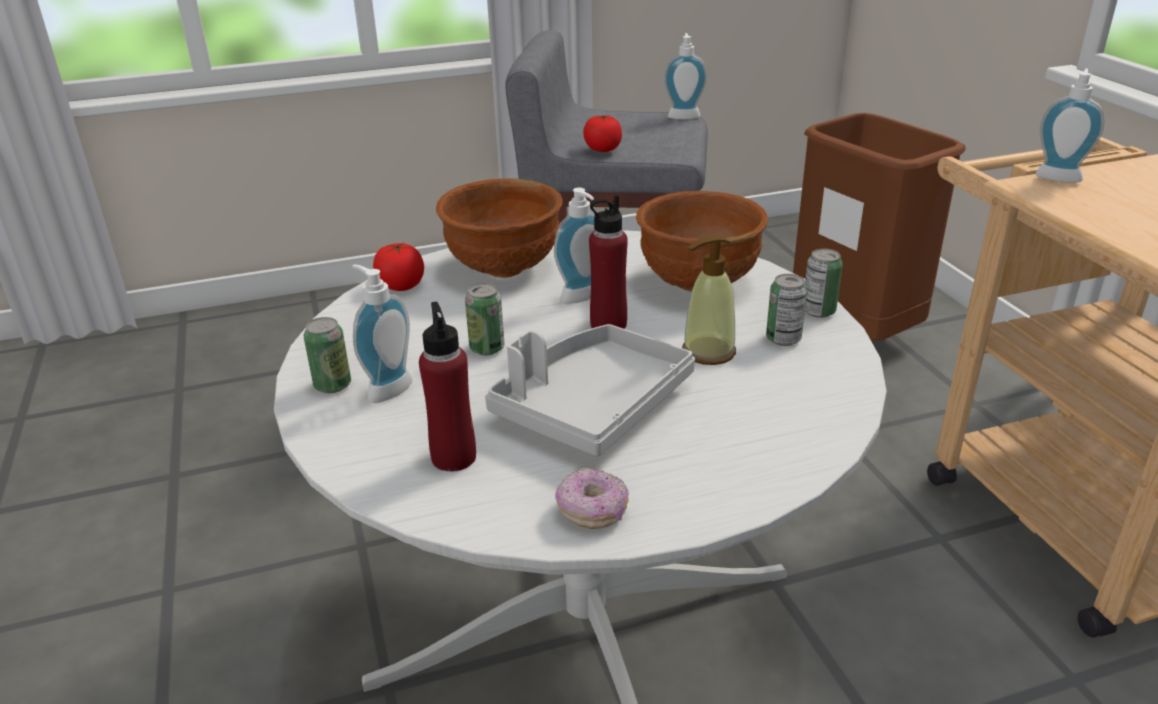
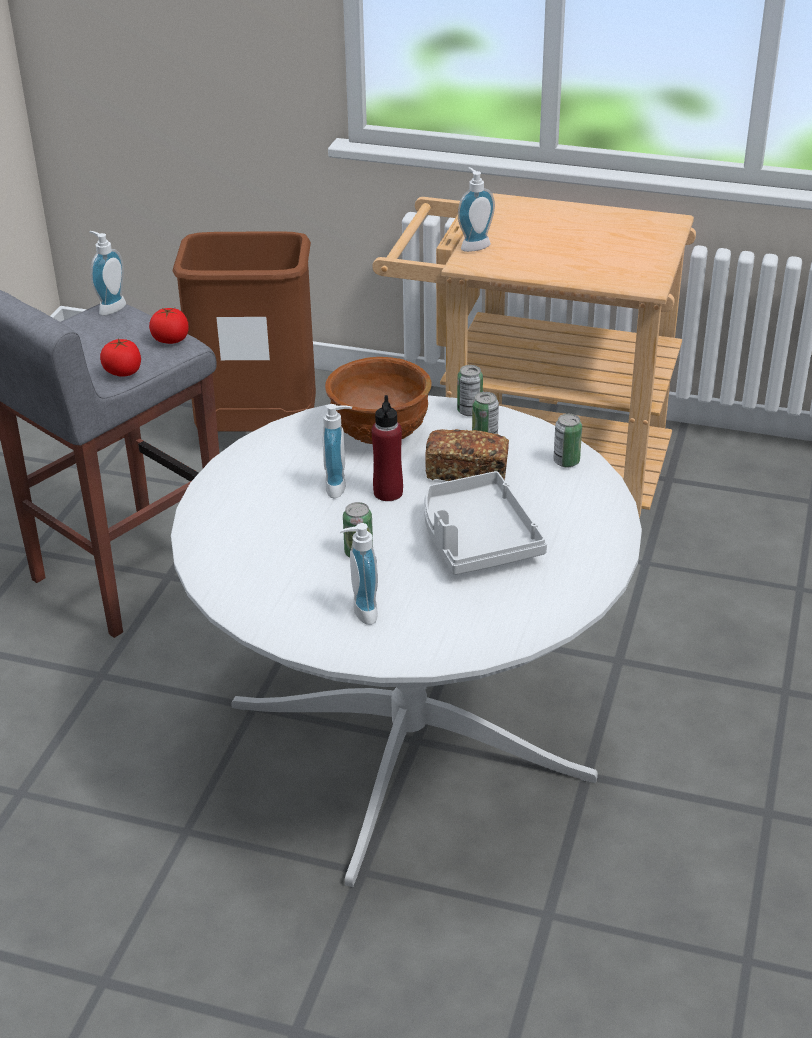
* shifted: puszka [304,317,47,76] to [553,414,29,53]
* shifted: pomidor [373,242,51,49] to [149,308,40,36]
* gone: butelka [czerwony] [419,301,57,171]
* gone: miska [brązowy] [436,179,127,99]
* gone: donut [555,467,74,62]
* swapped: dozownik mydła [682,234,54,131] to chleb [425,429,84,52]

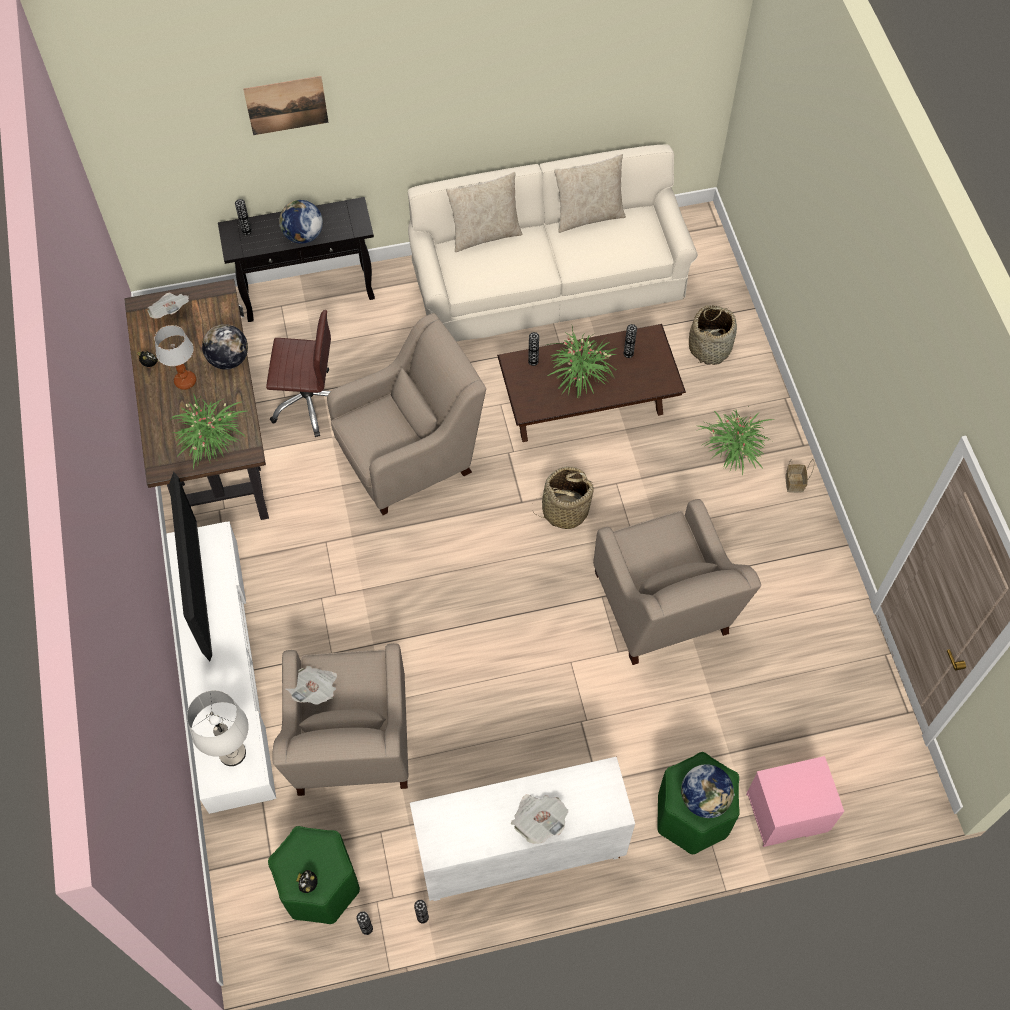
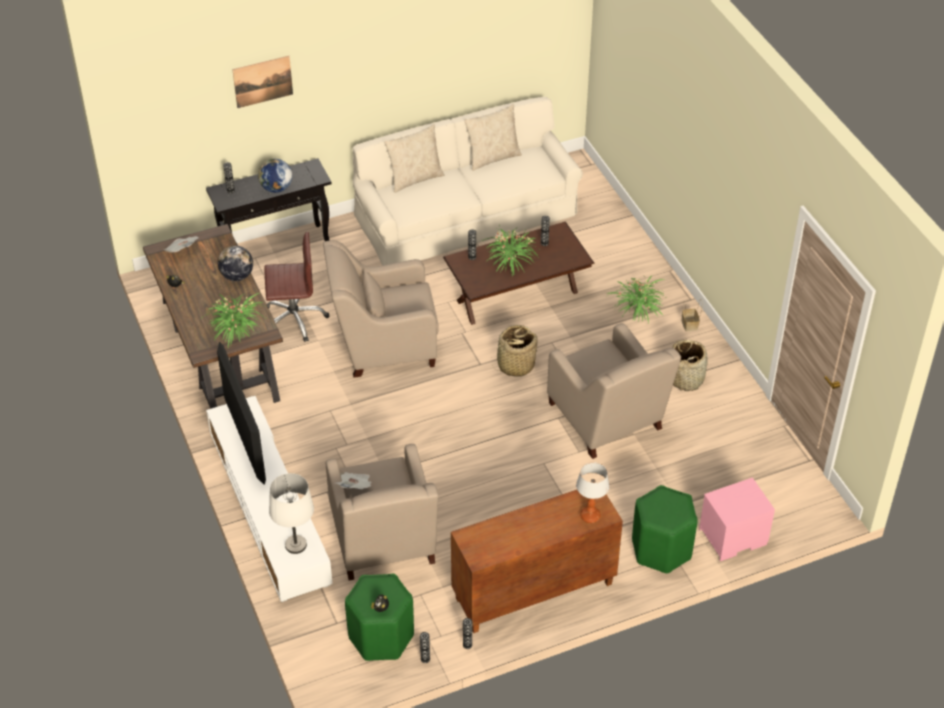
* shifted: lampa stołowa [154,325,42,65] to [576,462,34,61]
* rotated: fotel [beżowy] [327,313,159,202] = [323,240,116,137] 150 degrees counterclockwise
* repainted: szafka [biały] [410,757,225,144] to szafka [brązowy] [451,490,172,143]
* gone: gazeta [511,794,57,50]
* gone: globus [681,764,53,54]
* shifted: koszyk [689,305,48,60] to [672,340,36,51]

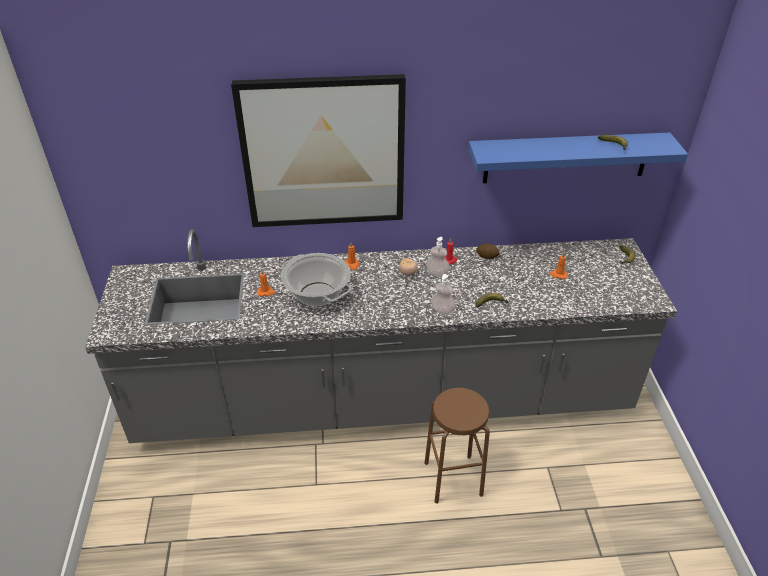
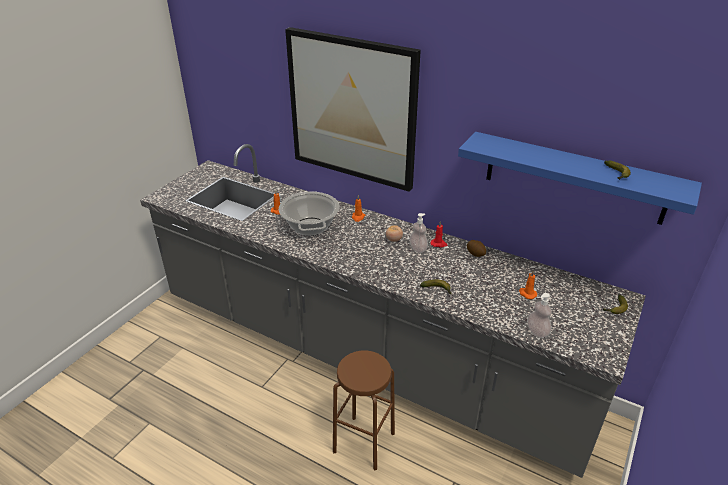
* shifted: dozownik mydła [431,274,25,41] to [527,293,25,45]

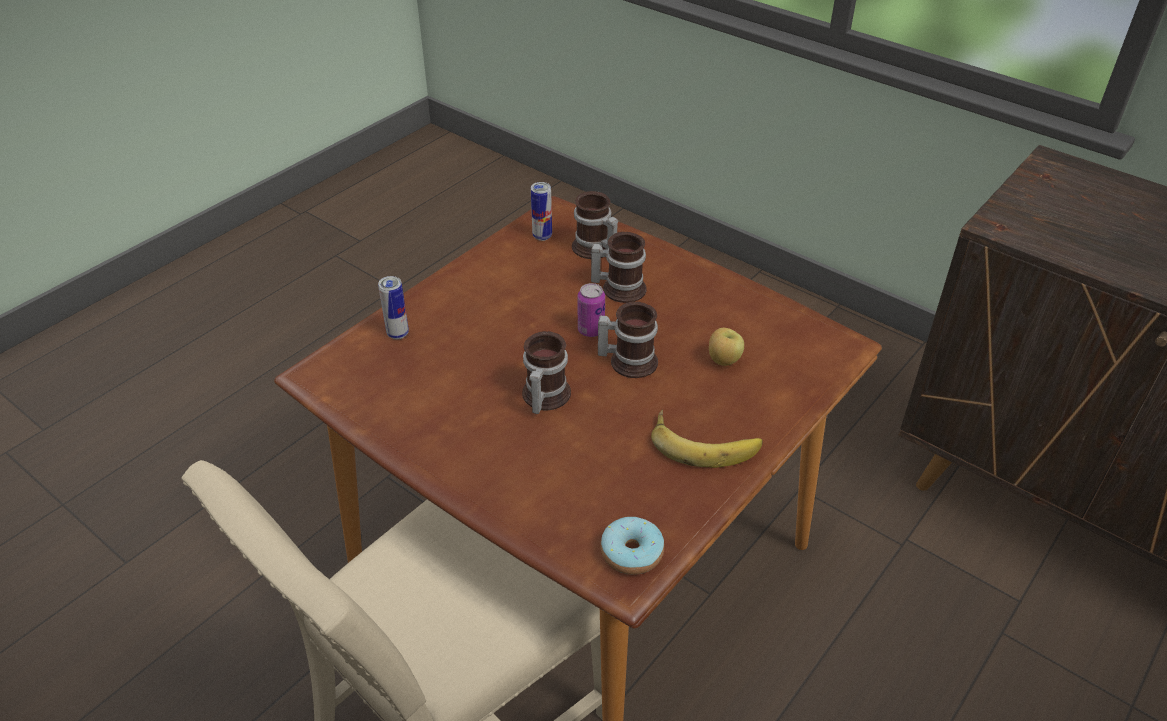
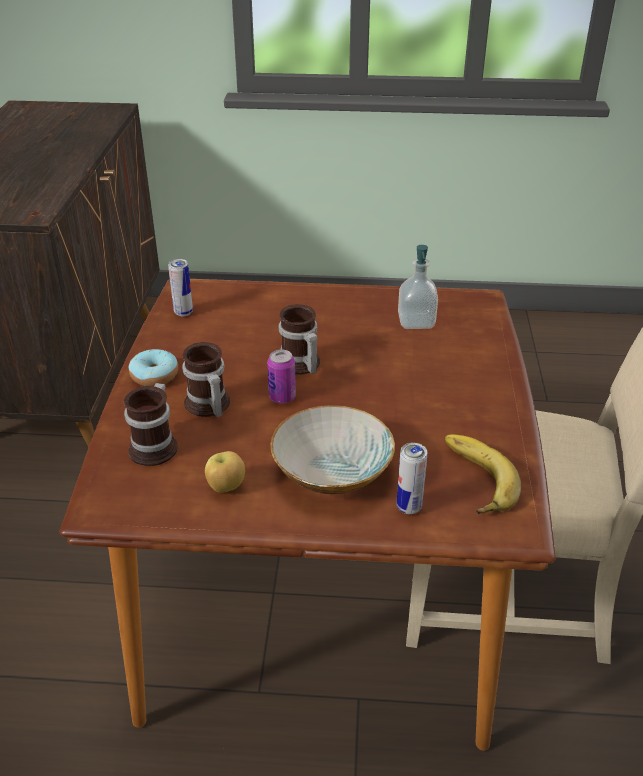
* gone: kubek [522,331,49,83]
* shifted: puszka [531,182,21,59] to [168,259,25,57]
* shifted: donut [600,517,64,58] to [128,349,50,37]
* shifted: banan [651,409,112,59] to [445,434,76,80]
* shifted: jabłko [709,328,35,38] to [205,451,40,42]
* new: miska [270,405,125,90]
* new: dozownik mydła [398,245,40,84]

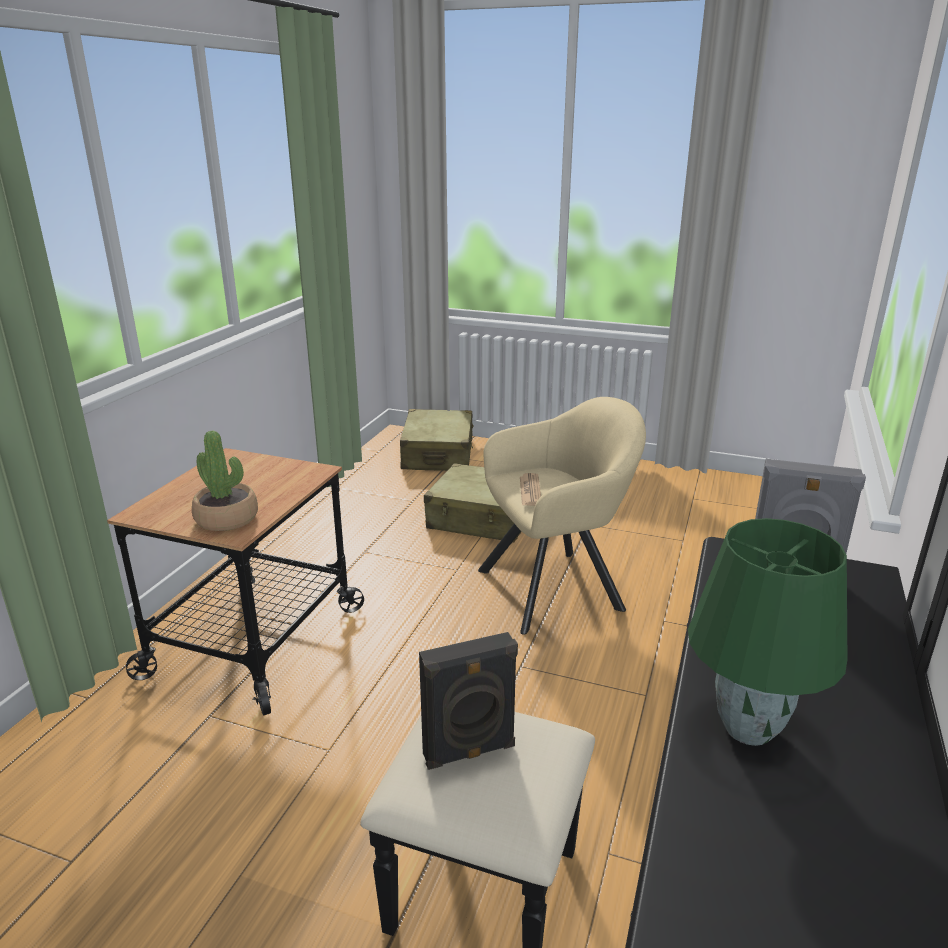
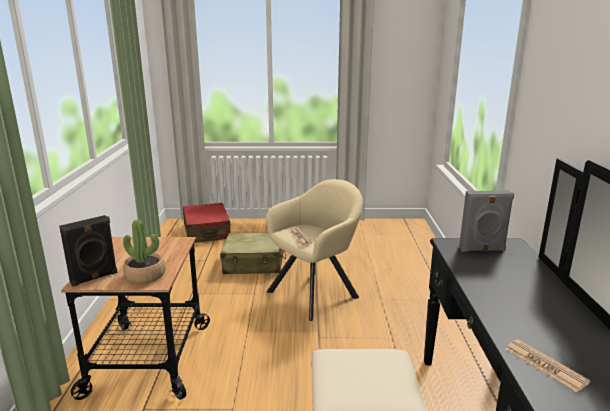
* repainted: walizka [beżowy] [400,409,74,62] to walizka [czerwony] [183,203,47,40]
* shifted: głośnik [czarny] [419,632,99,138] to [59,215,59,72]
* gone: lampa stołowa [zielony] [688,518,159,228]
* new: gazeta [505,339,86,54]

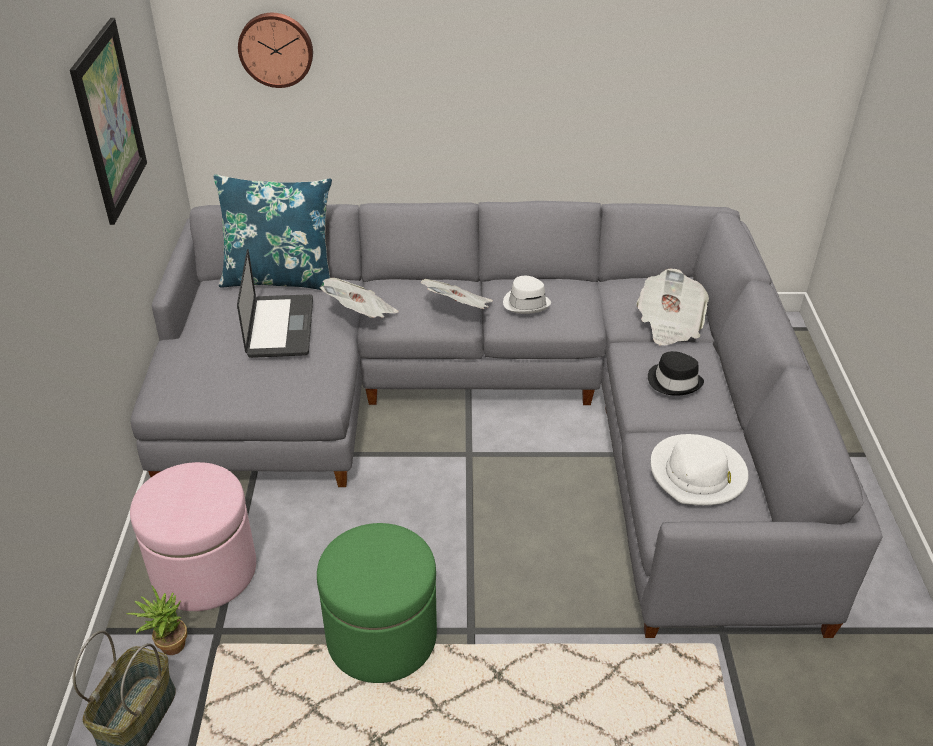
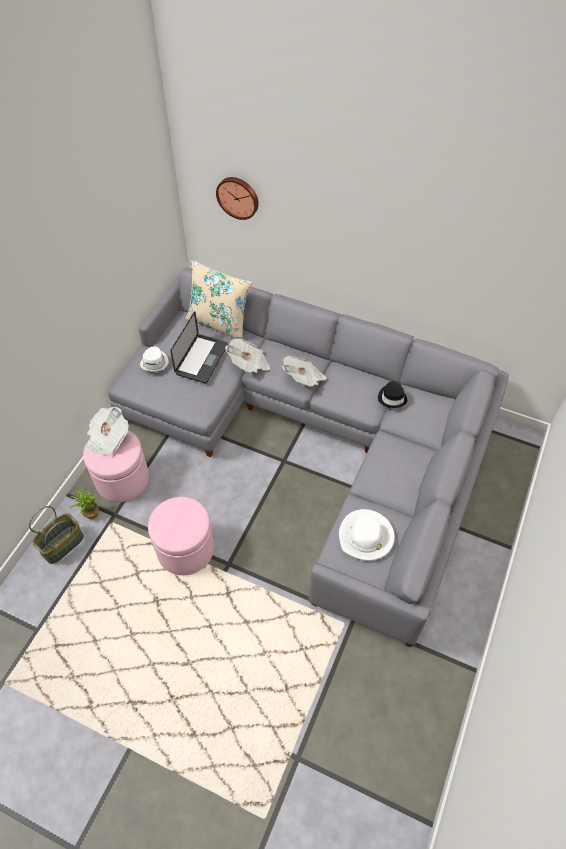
* gone: obraz [70,18,77,207]
* repainted: poduszka [niebieski] [214,174,118,116] to poduszka [beżowy] [185,259,67,80]
* repainted: pufa [zielony] [317,523,120,160] to pufa [różowy] [148,497,66,78]
* shifted: kapelusz [biały] [503,276,48,38] to [140,346,29,26]
* shifted: gazeta [637,269,72,76] to [86,407,43,49]
* shifted: kapelusz [czarny] [648,351,56,45] to [378,381,29,27]

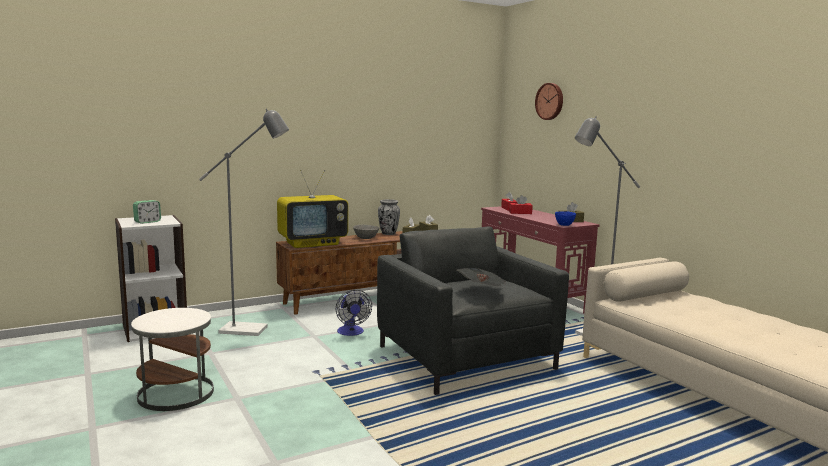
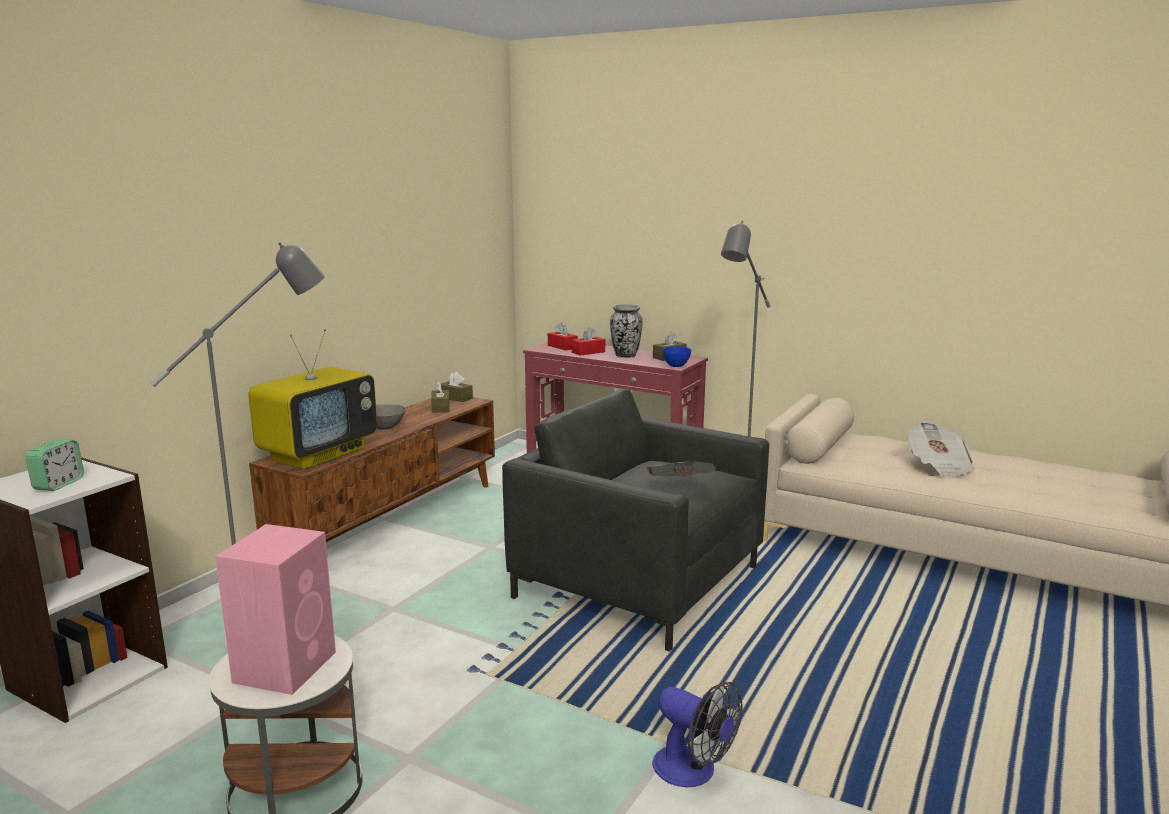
* shifted: wentylator [336,290,36,46] to [652,682,91,105]
* shifted: wazon [378,199,22,36] to [610,304,33,54]
* gone: zegar ścienny [535,83,28,37]
* new: głośnik [różowy] [215,524,121,171]
* new: gazeta [908,421,67,58]

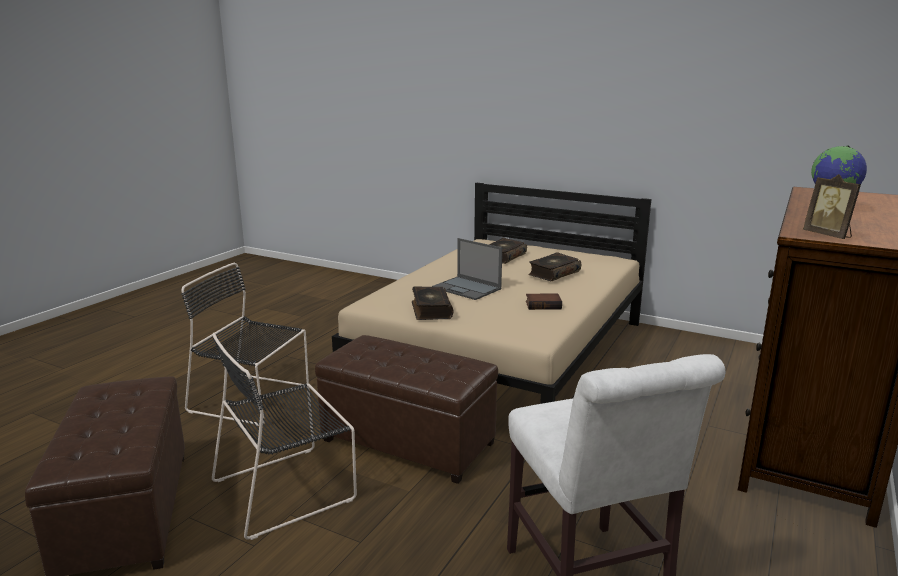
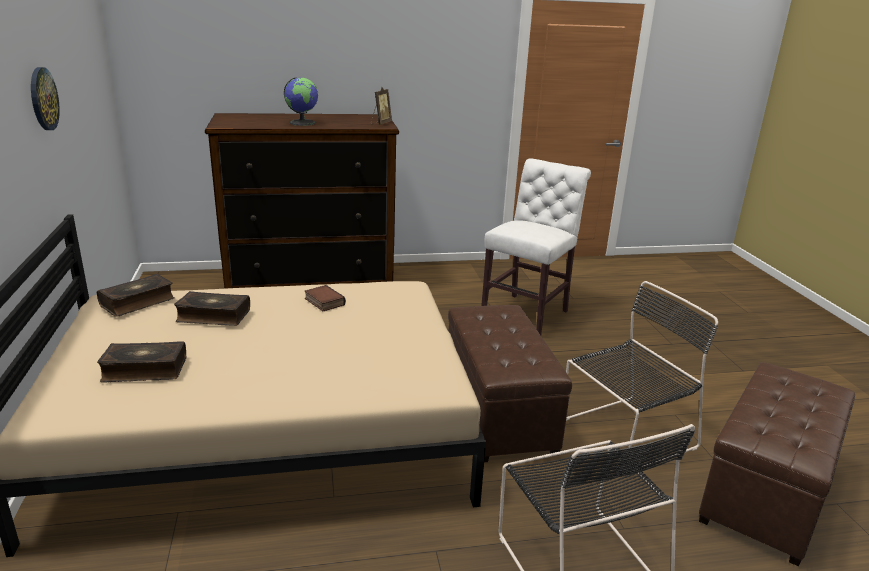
* rotated: krzesło [czarny] [212,333,145,207] = [566,281,152,185] 45 degrees counterclockwise
* shifted: książka [412,286,41,34] to [97,274,78,43]
* gone: laptop [432,238,70,62]
* new: zegar ścienny [31,67,29,63]

